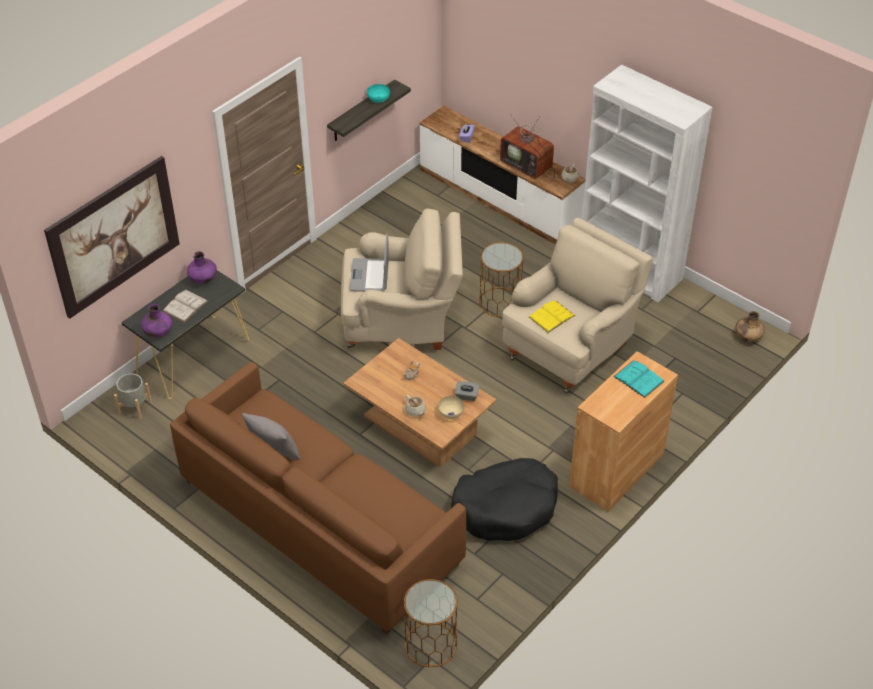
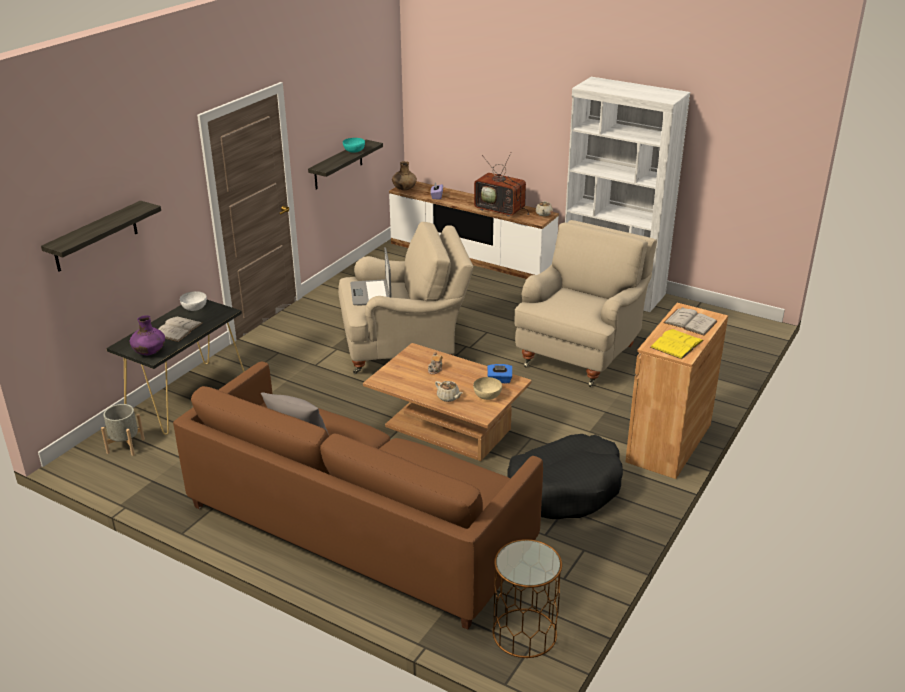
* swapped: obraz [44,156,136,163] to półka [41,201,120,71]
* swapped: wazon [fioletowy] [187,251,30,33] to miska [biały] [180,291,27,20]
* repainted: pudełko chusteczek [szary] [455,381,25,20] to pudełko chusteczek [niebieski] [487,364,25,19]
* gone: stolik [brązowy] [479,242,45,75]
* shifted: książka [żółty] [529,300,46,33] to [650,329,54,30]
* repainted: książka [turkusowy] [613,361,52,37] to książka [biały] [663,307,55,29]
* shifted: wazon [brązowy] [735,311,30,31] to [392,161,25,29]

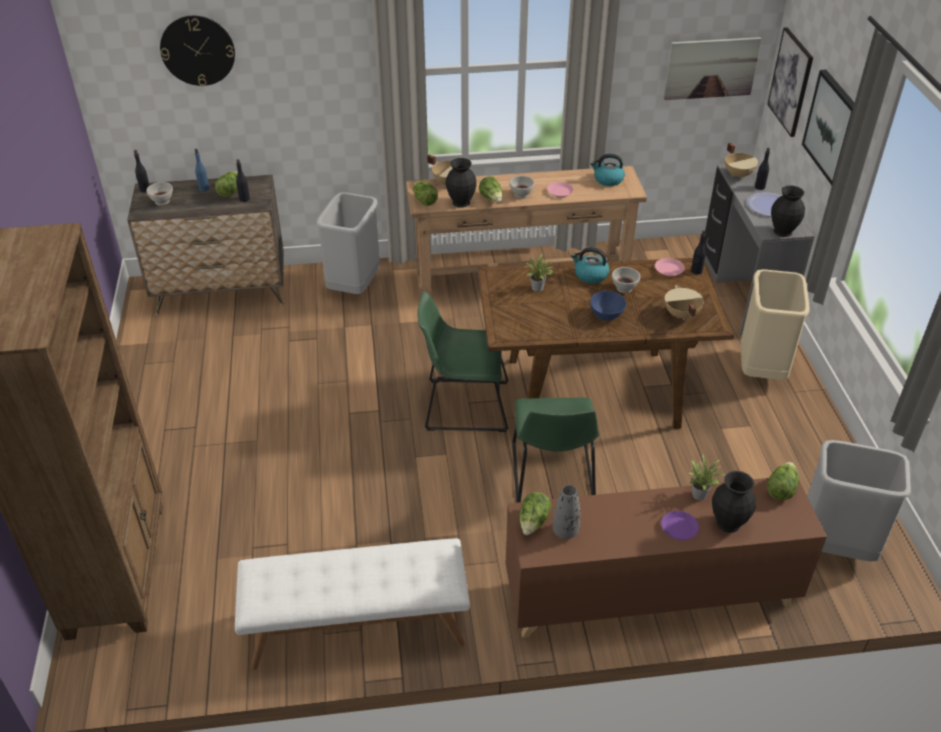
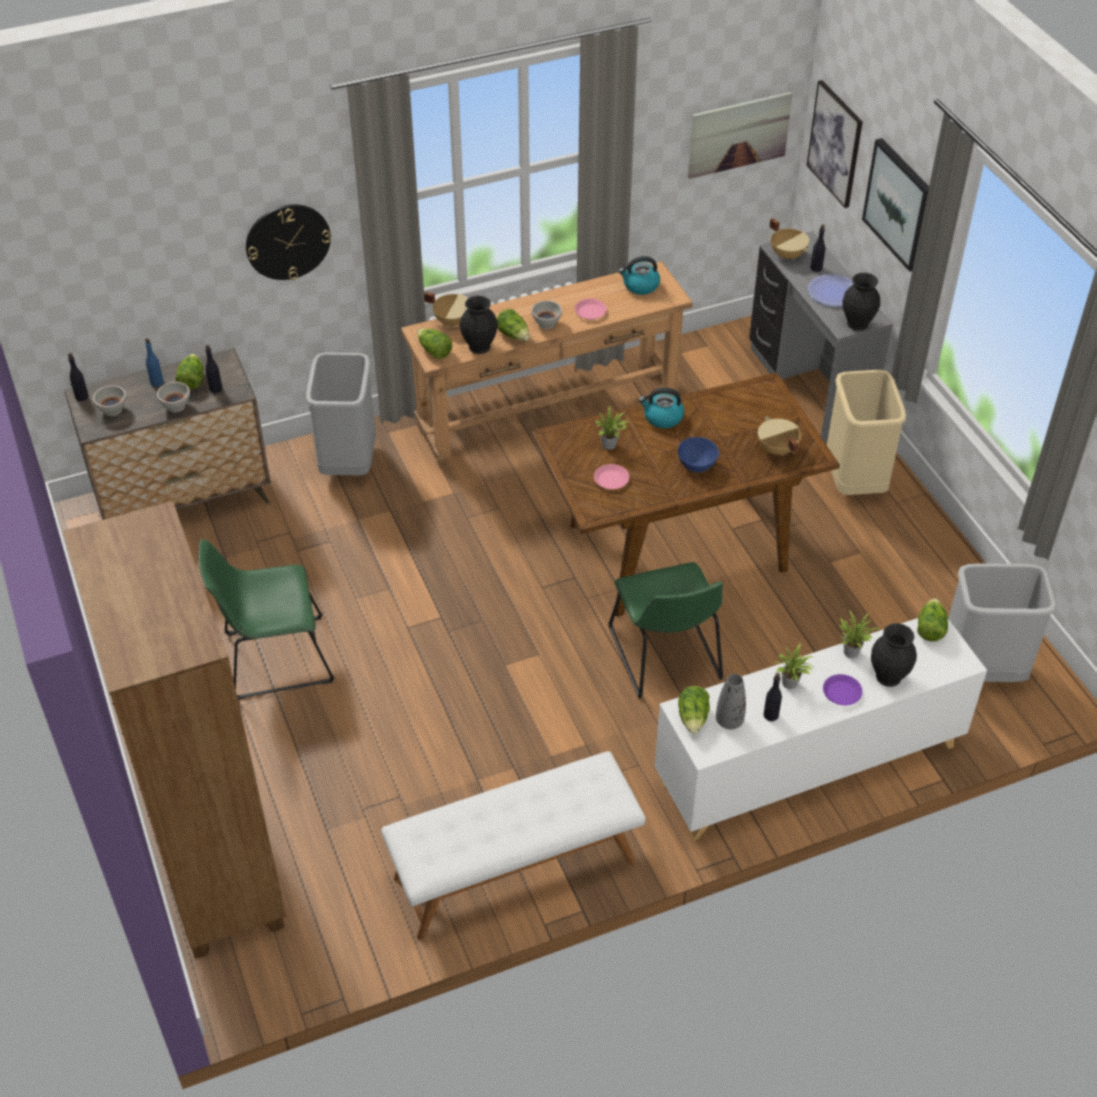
* shifted: zegar ścienny [160,16,75,70] to [246,204,85,76]
* shifted: krzesło [zielony] [417,291,92,141] to [198,539,136,161]
* repainted: szafka [brązowy] [505,478,322,160] to szafka [biały] [655,618,332,222]
* shifted: miska [biały] [612,267,28,26] to [157,382,33,30]
* shifted: talerz [różowy] [655,258,30,18] to [594,464,36,25]
* shifted: butelka [czarny] [691,230,15,45] to [763,673,19,48]
* new: roślina doniczkowa [773,643,42,46]

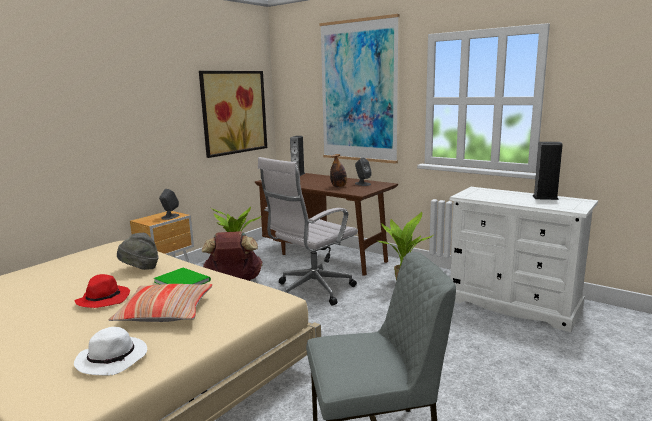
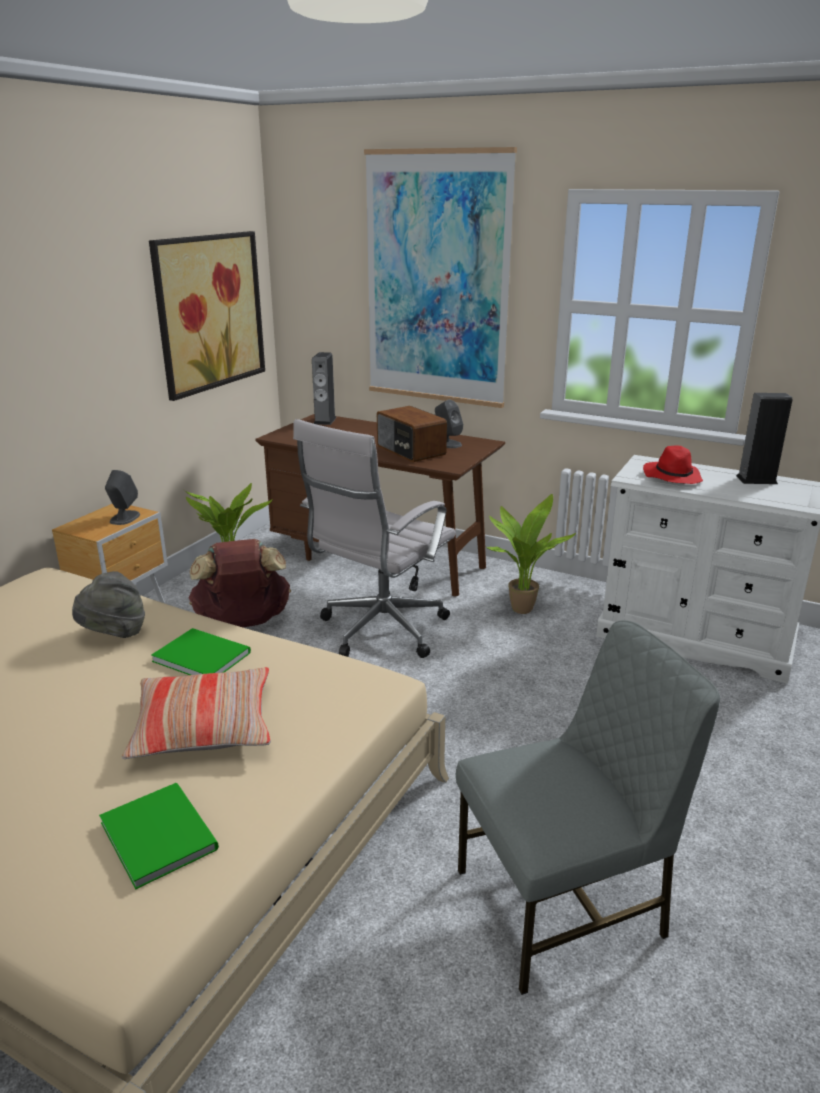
* swapped: kapelusz [biały] [74,327,73,49] to książka [zielony] [99,783,120,106]
* shifted: kapelusz [czerwony] [75,274,55,34] to [643,445,60,39]
* swapped: butelka [330,154,17,34] to radio [377,406,70,56]

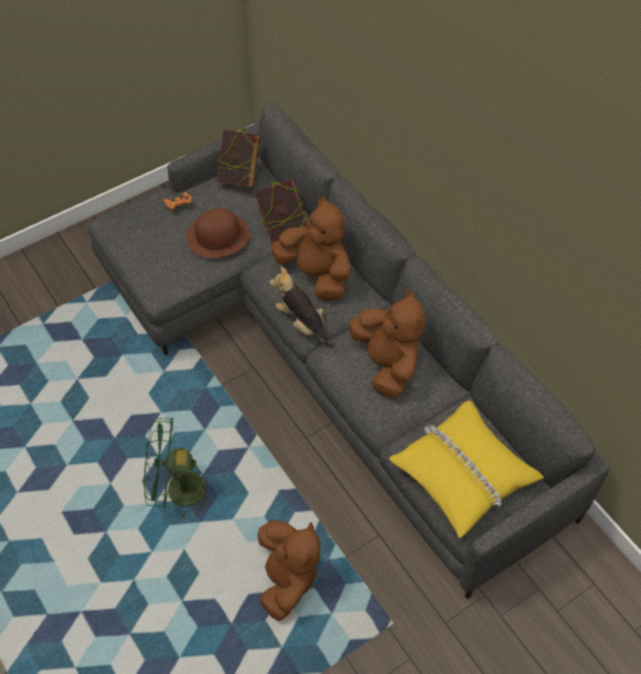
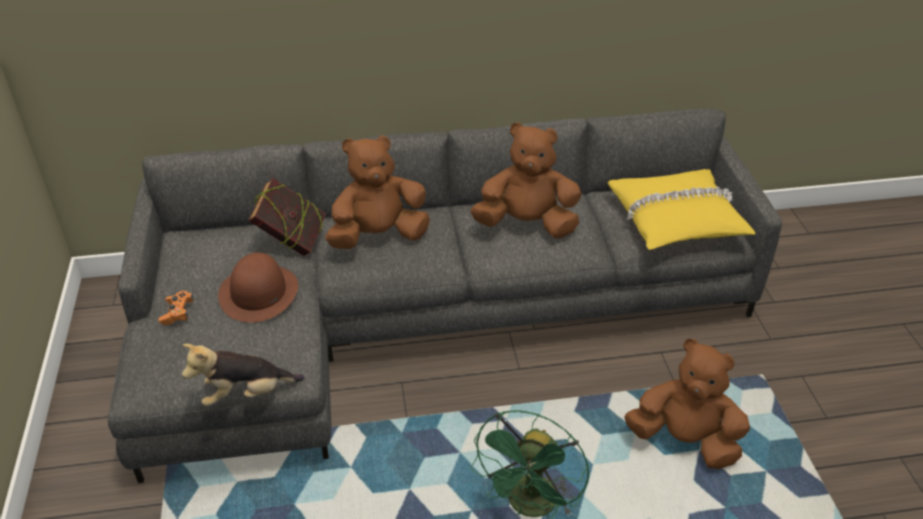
* gone: książka [217,128,43,59]
* shifted: pluszak [270,266,65,82] to [182,344,122,62]

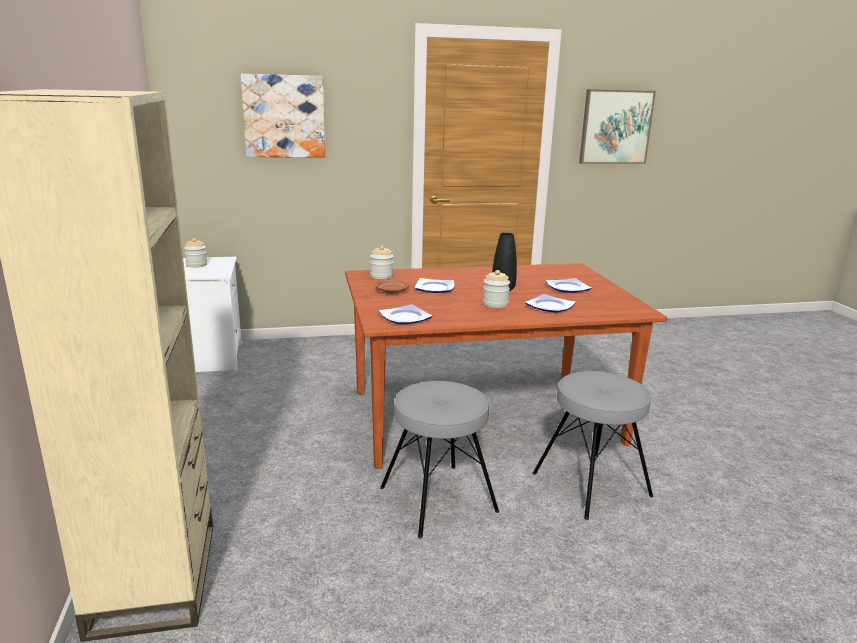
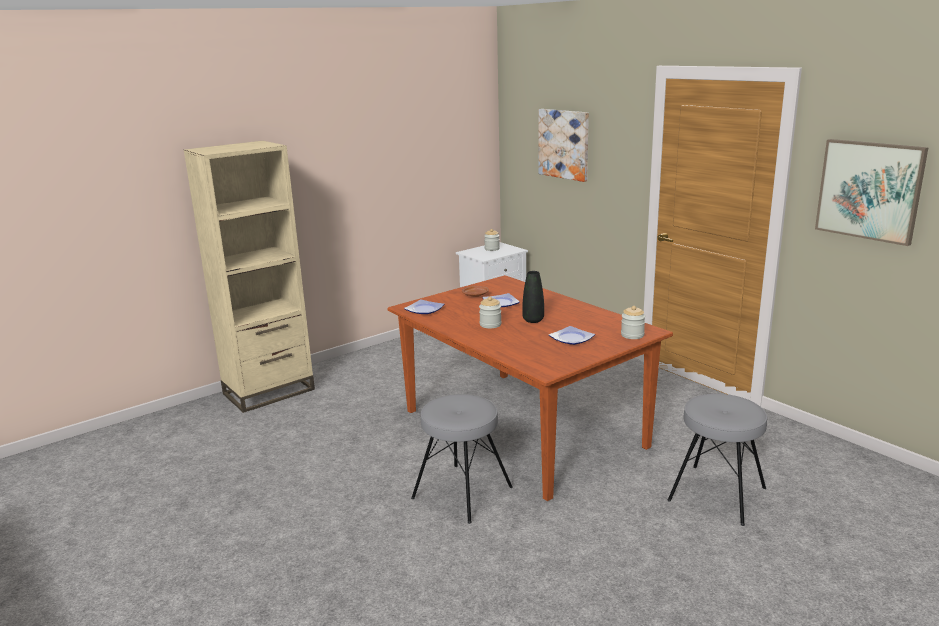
* shifted: słoik [370,246,23,33] to [621,306,24,33]
* shifted: stołek [szary] [380,381,119,158] to [667,394,100,132]
* gone: talerz [525,294,51,19]

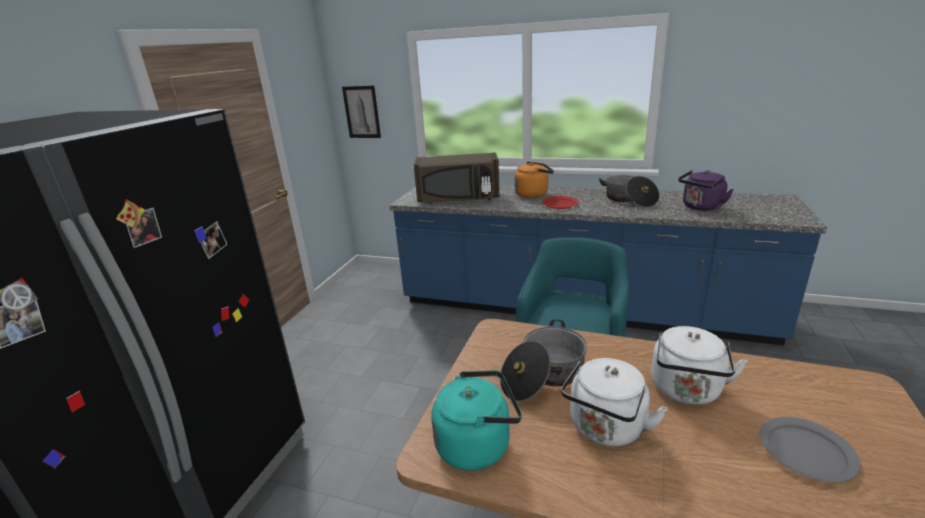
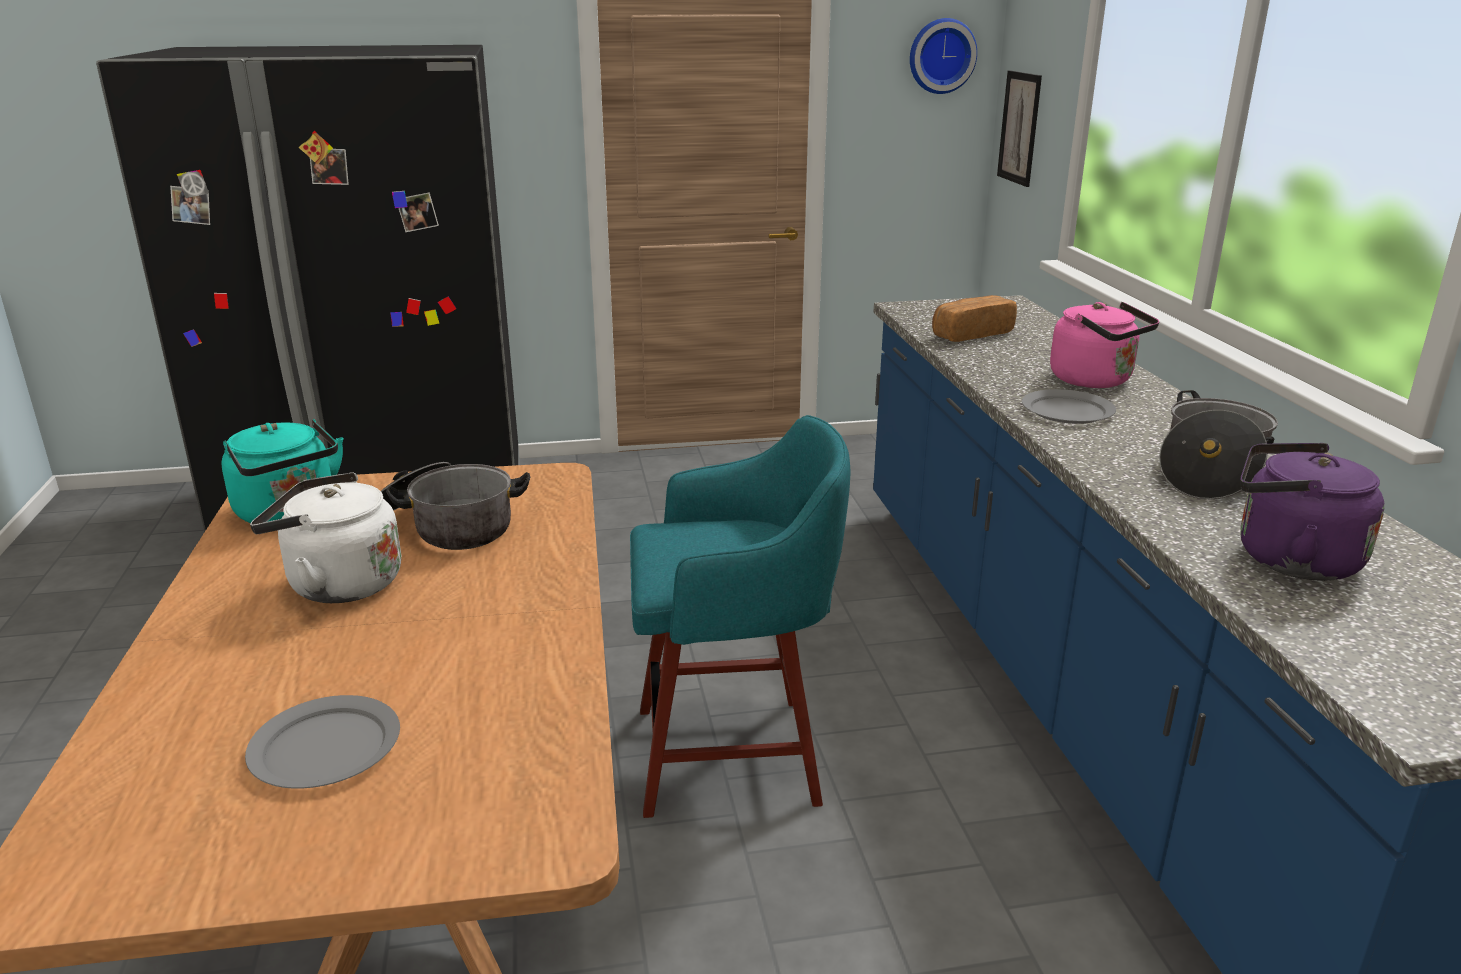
* swapped: mikrofalówka [brązowy] [414,152,86,52] to chleb [932,295,85,47]
* repainted: czajnik [pomarańczowy] [514,162,40,36] to czajnik [różowy] [1050,302,109,86]
* repainted: talerz [czerwony] [542,196,37,13] to talerz [szary] [1022,389,94,35]
* gone: czajnik [biały] [651,326,97,79]
* new: zegar ścienny [910,18,67,76]

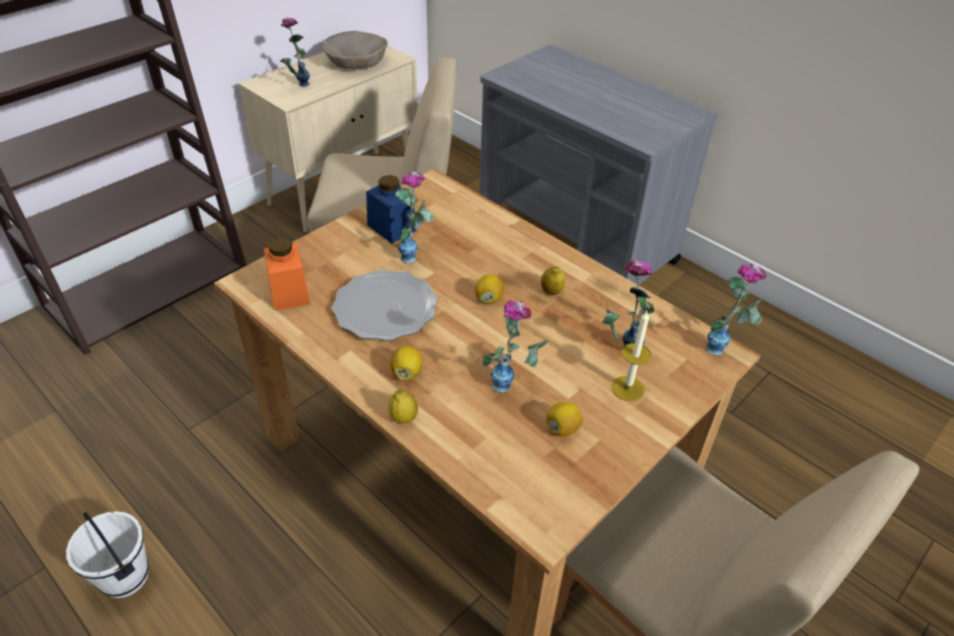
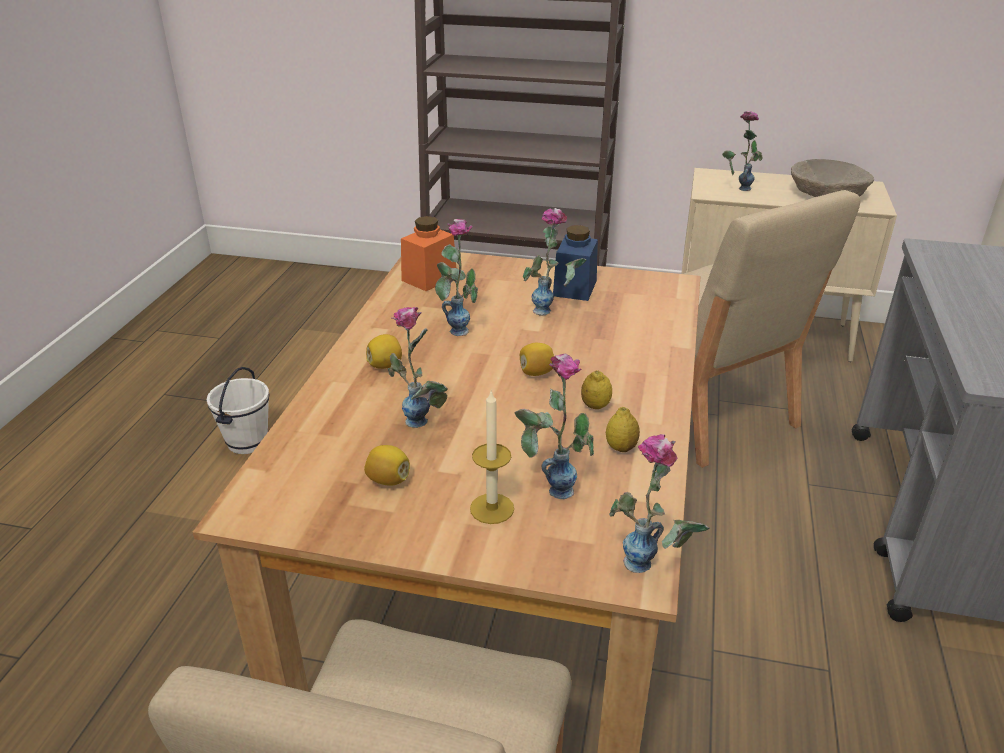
* swapped: talerz [332,270,106,71] to wazon [435,219,43,117]
* shifted: cytryna [389,389,29,35] to [606,407,34,45]

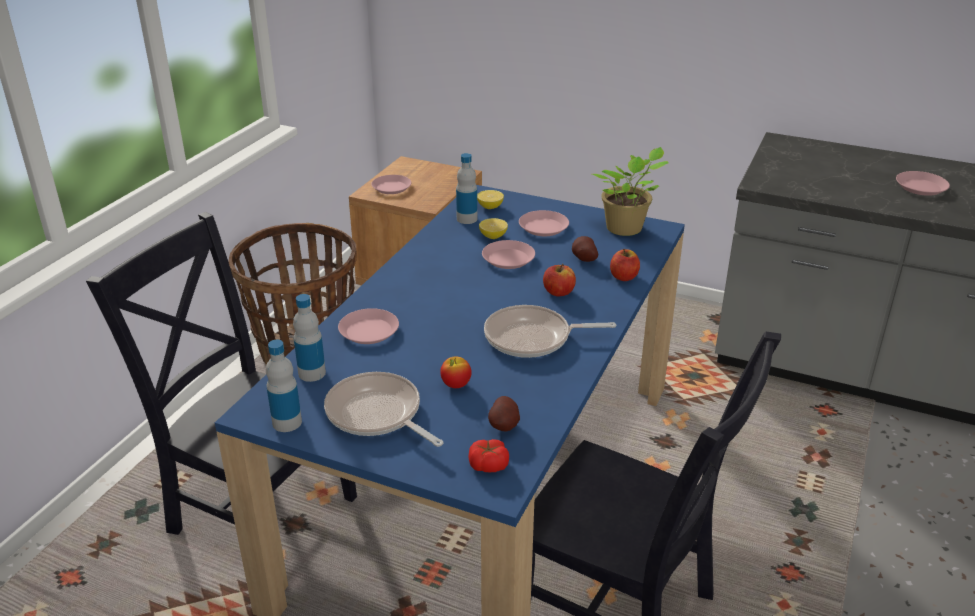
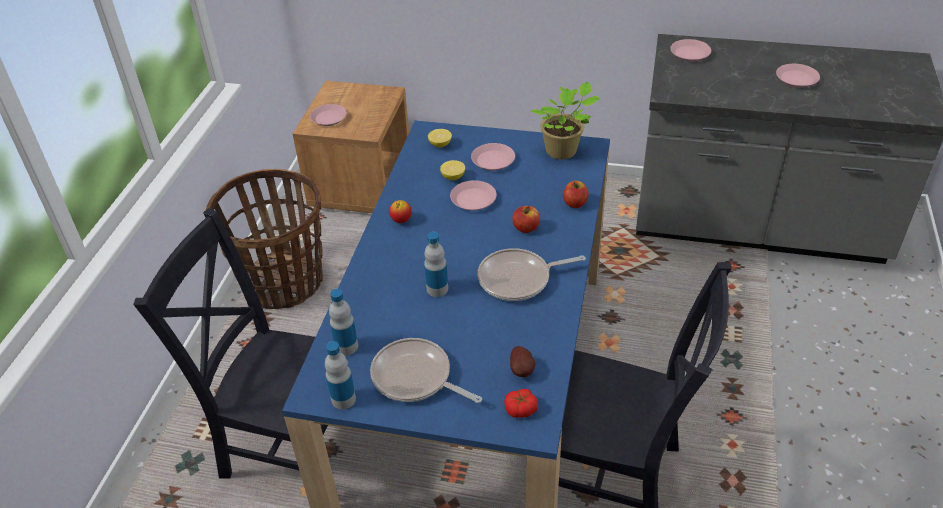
* shifted: talerz [różowy] [338,308,61,36] to [670,39,41,23]
* shifted: jabłko [440,357,32,31] to [389,200,23,23]
* shifted: butelka [456,153,21,71] to [424,232,24,65]
* gone: ziemniak [572,236,26,26]

